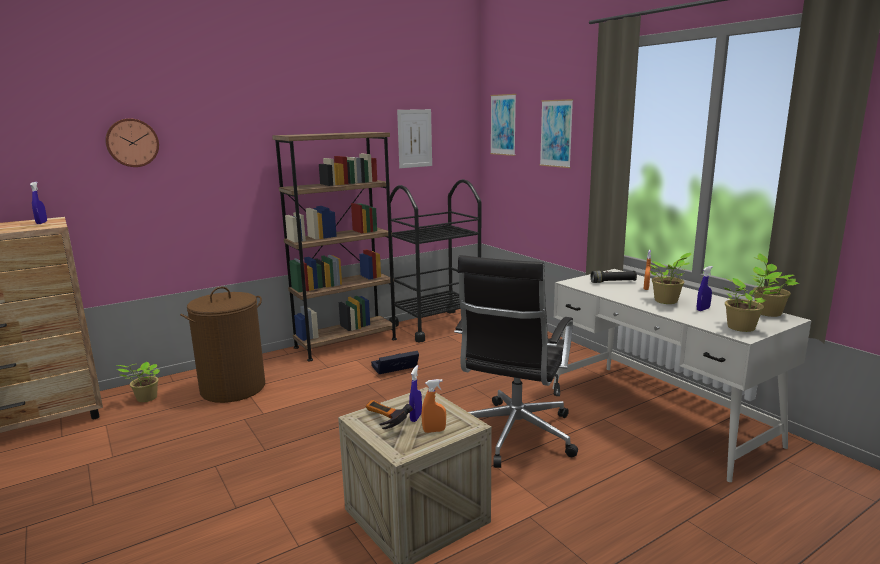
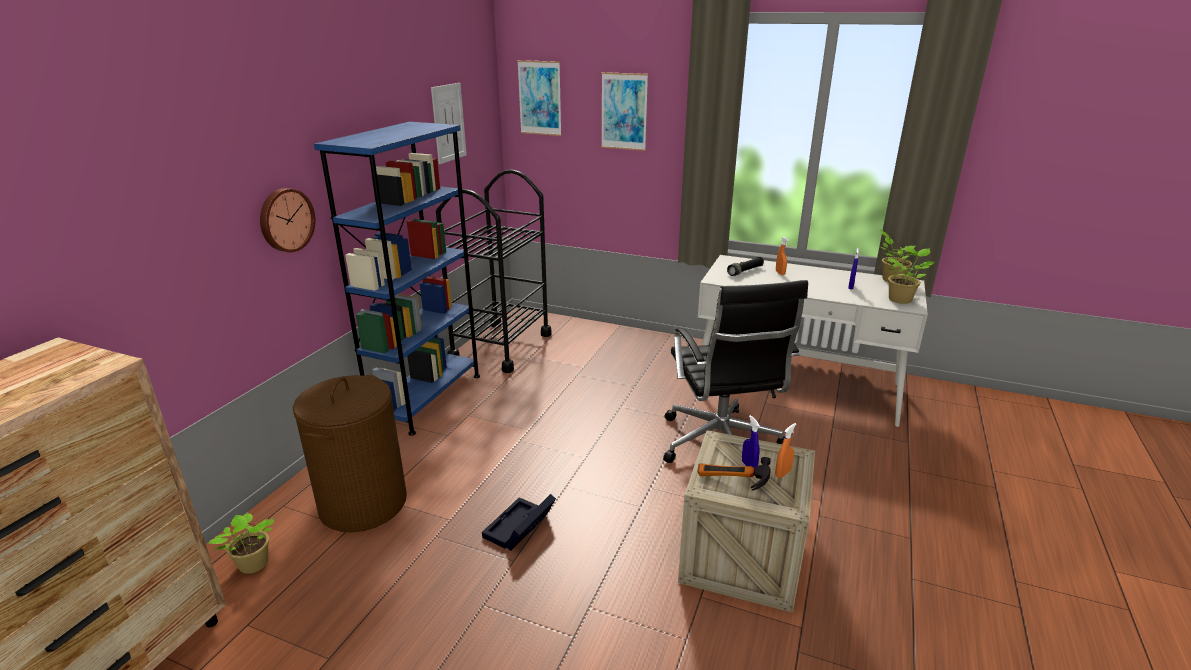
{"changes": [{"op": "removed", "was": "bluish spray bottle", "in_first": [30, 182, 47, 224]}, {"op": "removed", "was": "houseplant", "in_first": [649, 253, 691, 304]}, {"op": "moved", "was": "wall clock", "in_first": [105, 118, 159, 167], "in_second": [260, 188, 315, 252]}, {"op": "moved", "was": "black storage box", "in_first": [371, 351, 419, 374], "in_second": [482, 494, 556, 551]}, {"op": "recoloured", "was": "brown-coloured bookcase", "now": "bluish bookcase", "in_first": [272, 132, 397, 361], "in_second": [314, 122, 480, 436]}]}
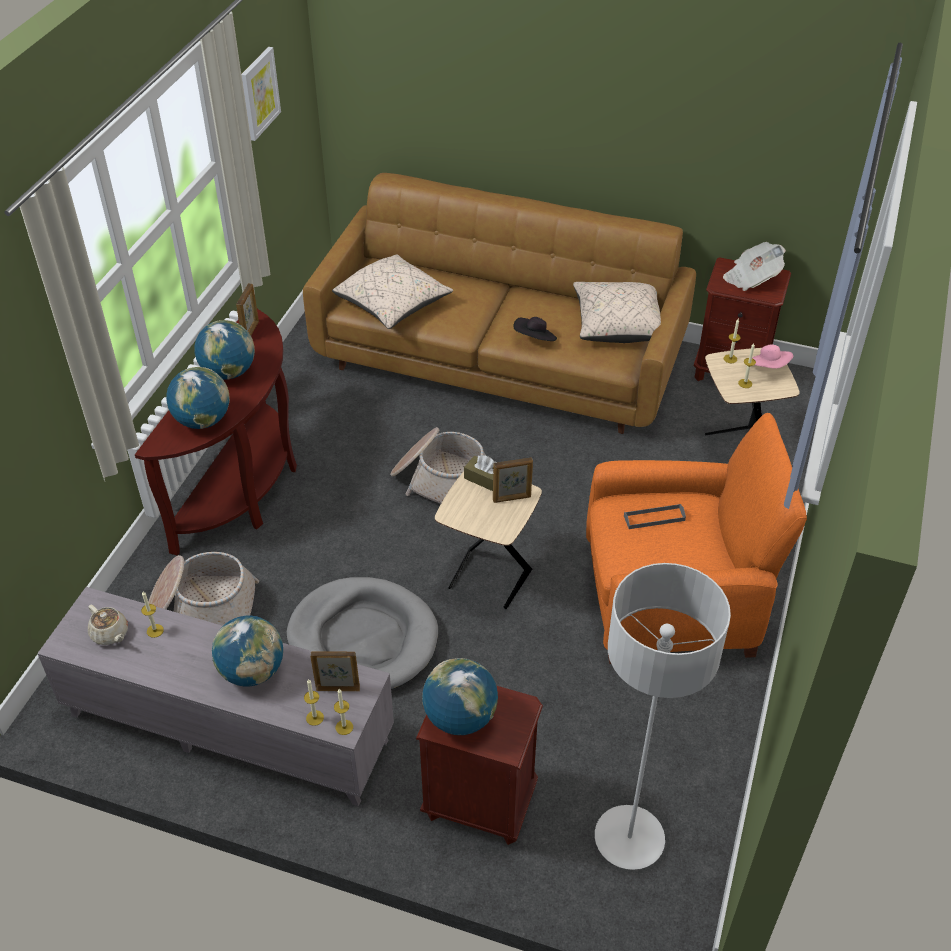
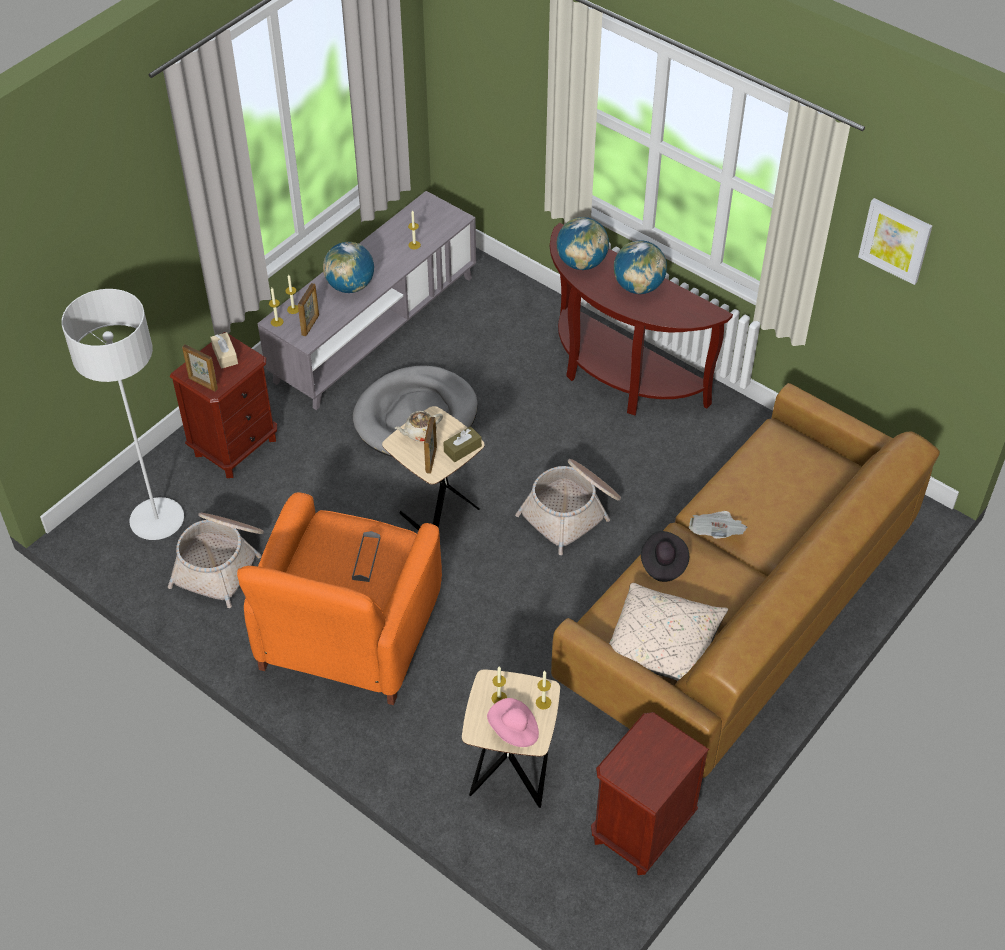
{"changes": [{"op": "removed", "was": "sand-coloured throw pillow", "in_first": [332, 254, 453, 329]}, {"op": "moved", "was": "sand-coloured teapot", "in_first": [88, 605, 128, 645], "in_second": [394, 411, 443, 441]}, {"op": "moved", "was": "household basket", "in_first": [148, 552, 259, 626], "in_second": [168, 513, 264, 608]}, {"op": "moved", "was": "picture frame", "in_first": [236, 283, 259, 335], "in_second": [182, 344, 218, 391]}, {"op": "moved", "was": "newspaper", "in_first": [723, 242, 786, 291], "in_second": [689, 511, 748, 539]}, {"op": "replaced", "was": "world globe", "now": "sand-coloured tissue box", "in_first": [422, 658, 498, 735], "in_second": [210, 332, 238, 369]}]}
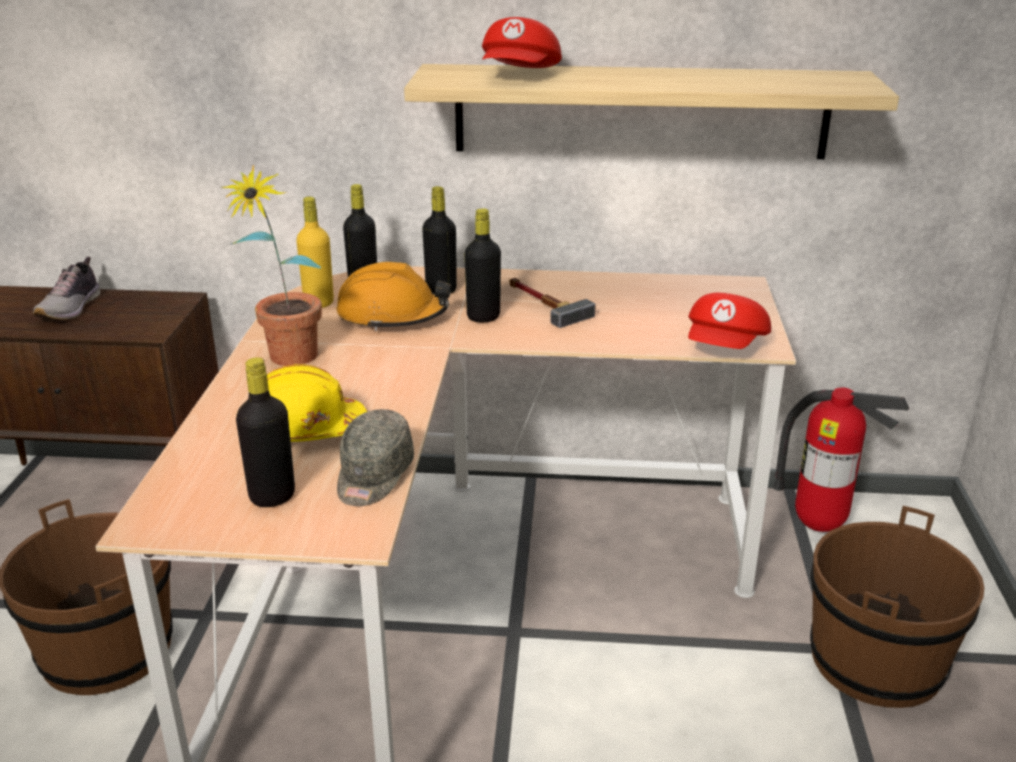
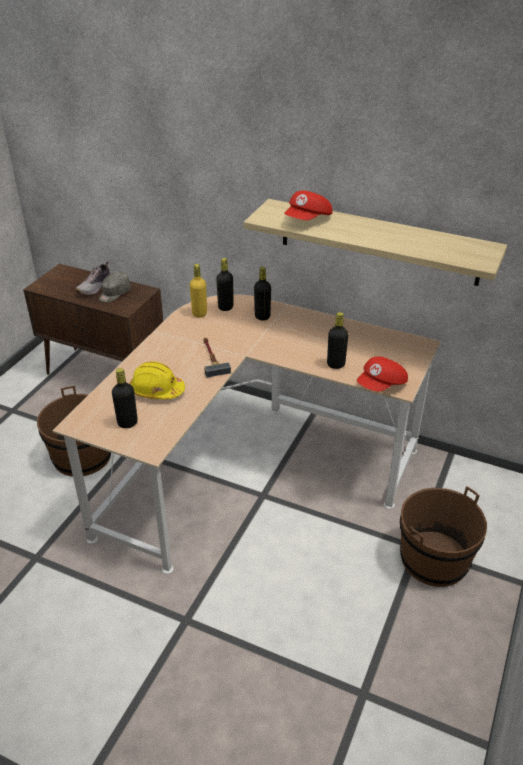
{"changes": [{"op": "removed", "was": "houseplant", "in_first": [221, 165, 322, 366]}, {"op": "removed", "was": "orangey work helmet", "in_first": [336, 262, 452, 331]}, {"op": "removed", "was": "fire extinguisher", "in_first": [773, 388, 909, 532]}, {"op": "moved", "was": "gray peaked cap", "in_first": [337, 409, 414, 506], "in_second": [99, 271, 131, 302]}, {"op": "moved", "was": "black drink bottle", "in_first": [465, 208, 501, 323], "in_second": [327, 312, 348, 369]}, {"op": "moved", "was": "hammer", "in_first": [509, 278, 596, 328], "in_second": [203, 338, 231, 377]}]}
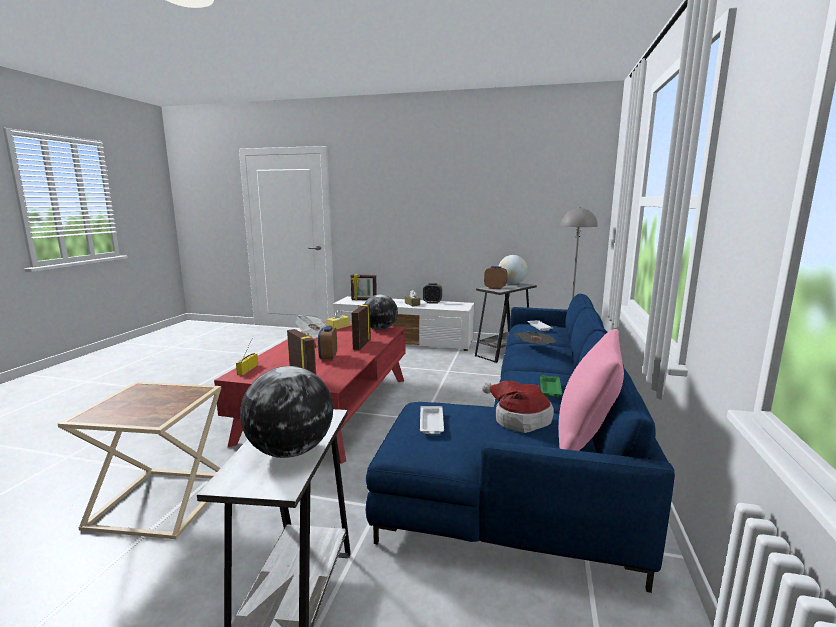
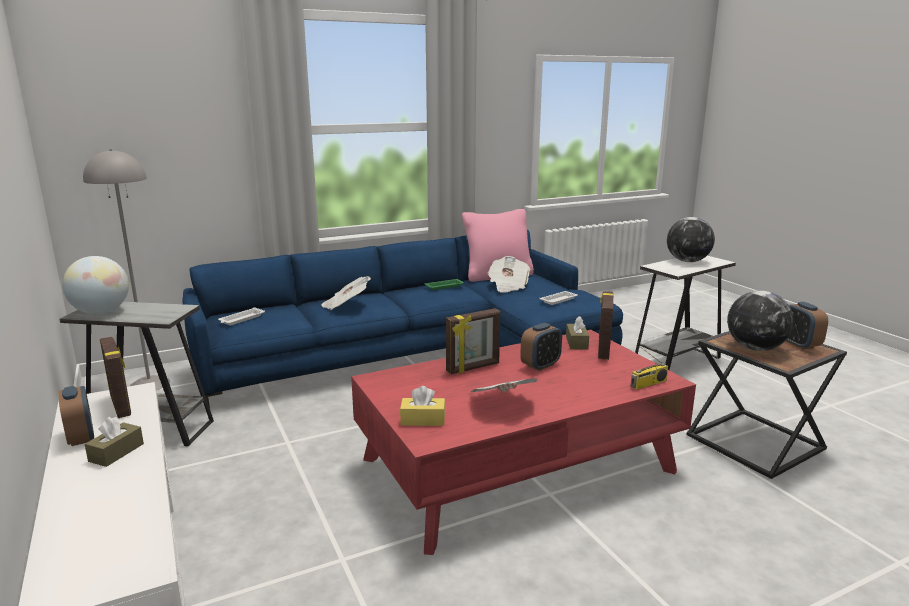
{"changes": [{"op": "added", "now": "brown-coloured tissue box", "in_second": [566, 316, 589, 350]}, {"op": "moved", "was": "picture frame", "in_first": [351, 275, 377, 300], "in_second": [100, 337, 131, 418]}, {"op": "moved", "was": "world globe", "in_first": [365, 294, 398, 330], "in_second": [727, 291, 794, 351]}, {"op": "moved", "was": "alarm clock", "in_first": [484, 266, 507, 289], "in_second": [785, 302, 828, 350]}, {"op": "replaced", "was": "wearable hat", "now": "newspaper", "in_first": [482, 380, 554, 433], "in_second": [488, 256, 530, 293]}, {"op": "recoloured", "was": "sand-coloured side table", "now": "black side table", "in_first": [58, 382, 221, 539], "in_second": [686, 331, 847, 479]}]}
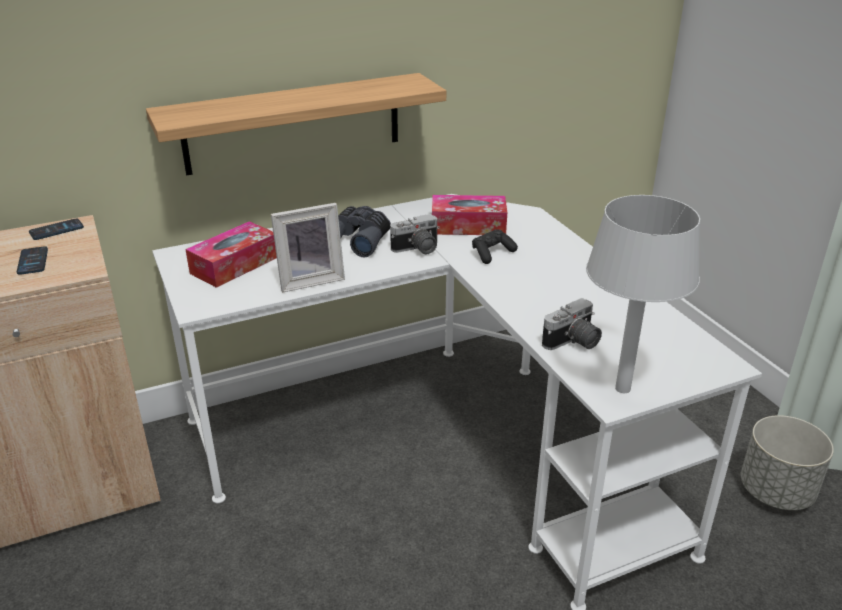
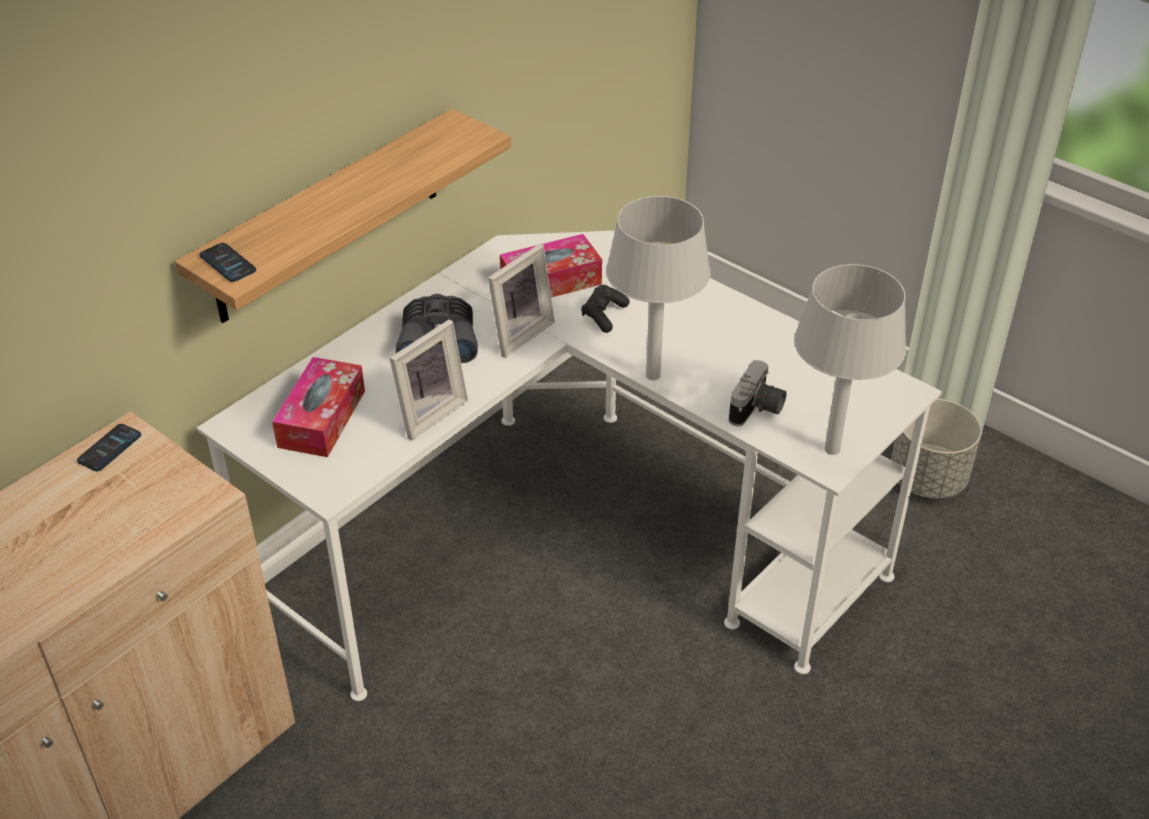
{"changes": [{"op": "added", "now": "gray table lamp", "in_second": [606, 196, 711, 380]}, {"op": "moved", "was": "telephone", "in_first": [17, 246, 48, 275], "in_second": [199, 243, 256, 282]}, {"op": "replaced", "was": "photo camera", "now": "picture frame", "in_first": [390, 214, 440, 254], "in_second": [488, 243, 555, 358]}]}
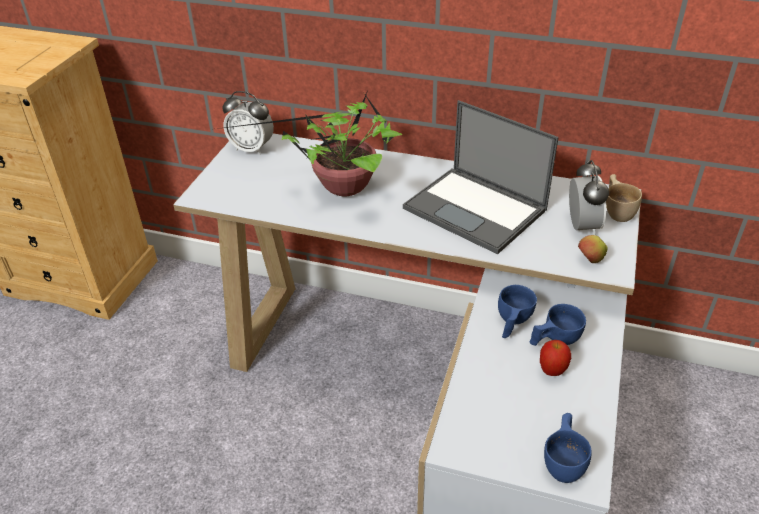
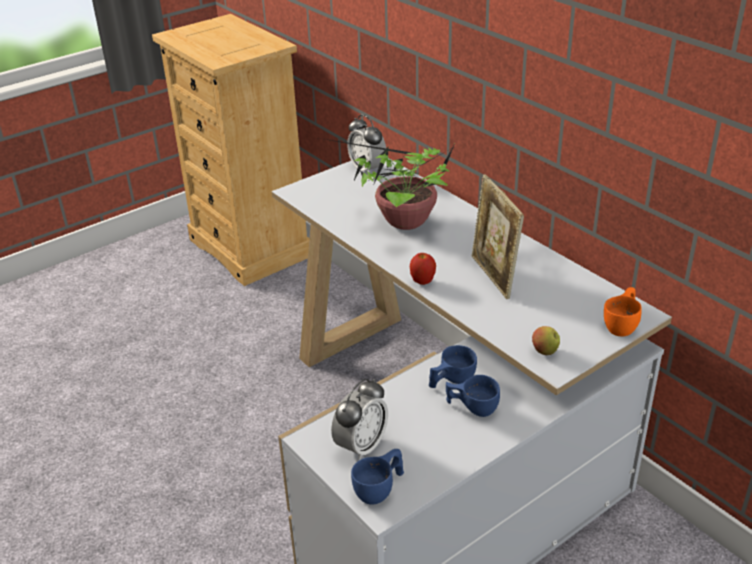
{"changes": [{"op": "moved", "was": "apple", "in_first": [540, 340, 571, 376], "in_second": [410, 253, 436, 285]}, {"op": "moved", "was": "alarm clock", "in_first": [569, 160, 609, 235], "in_second": [331, 379, 388, 461]}, {"op": "replaced", "was": "portable computer", "now": "picture frame", "in_first": [403, 100, 559, 254], "in_second": [471, 174, 524, 299]}, {"op": "recoloured", "was": "sand-coloured drinking cup", "now": "orangey drinking cup", "in_first": [606, 174, 642, 222], "in_second": [604, 287, 642, 336]}]}
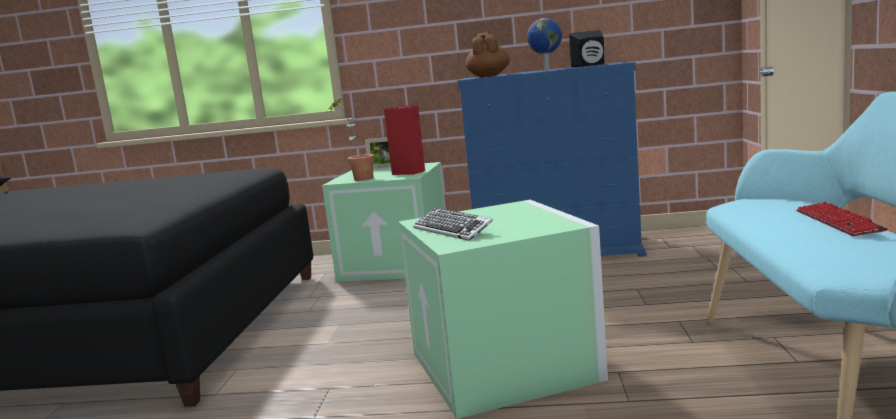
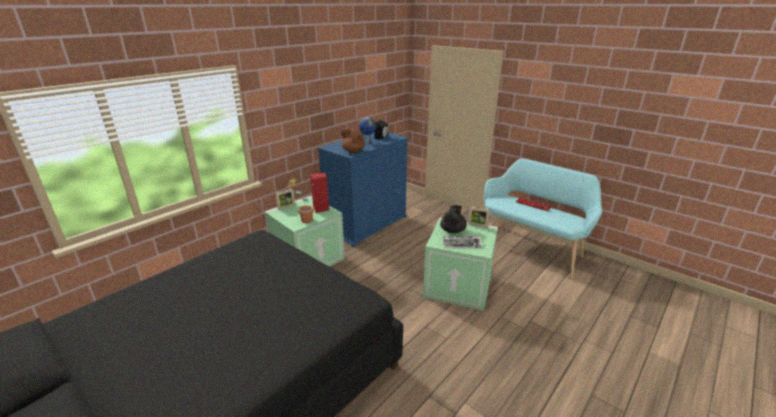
{"changes": [{"op": "added", "now": "black teapot", "in_second": [440, 205, 467, 233]}, {"op": "added", "now": "picture frame", "in_second": [468, 207, 490, 228]}]}
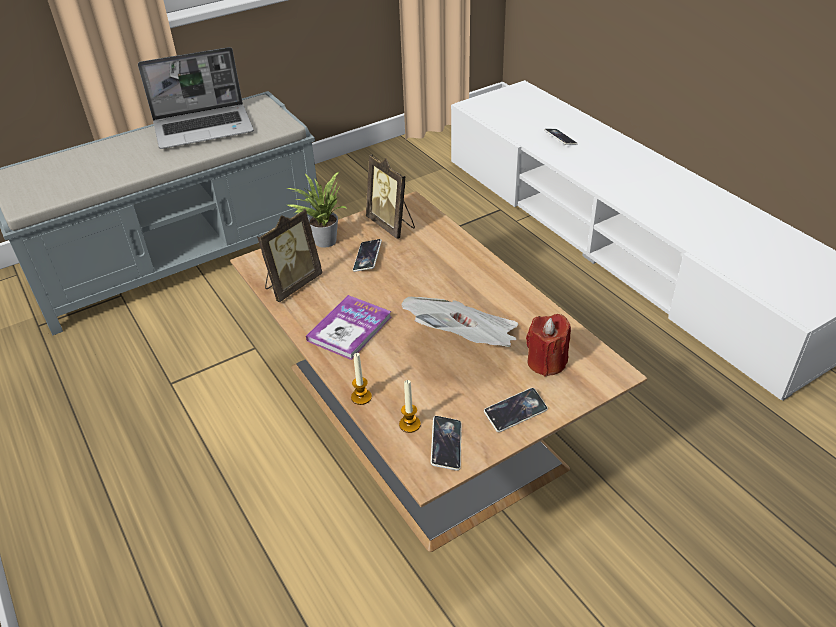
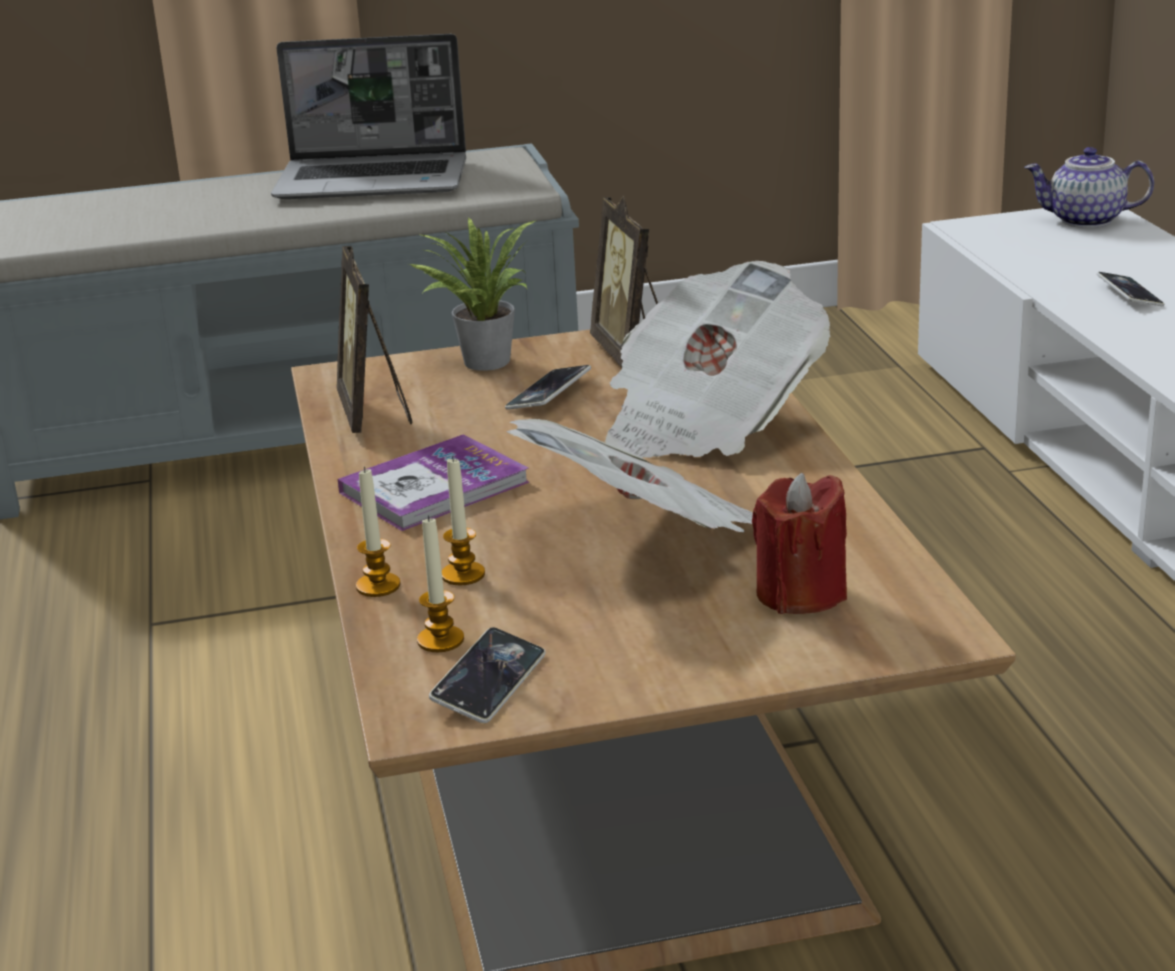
{"changes": [{"op": "removed", "was": "telephone", "in_first": [484, 388, 548, 432]}, {"op": "added", "now": "wax candle", "in_second": [442, 456, 485, 586]}, {"op": "added", "now": "newspaper", "in_second": [605, 261, 830, 458]}, {"op": "added", "now": "teapot", "in_second": [1024, 147, 1154, 228]}, {"op": "turned", "was": "picture frame", "in_first": [257, 209, 322, 302], "in_second": [336, 246, 412, 433], "clockwise": 105}]}
